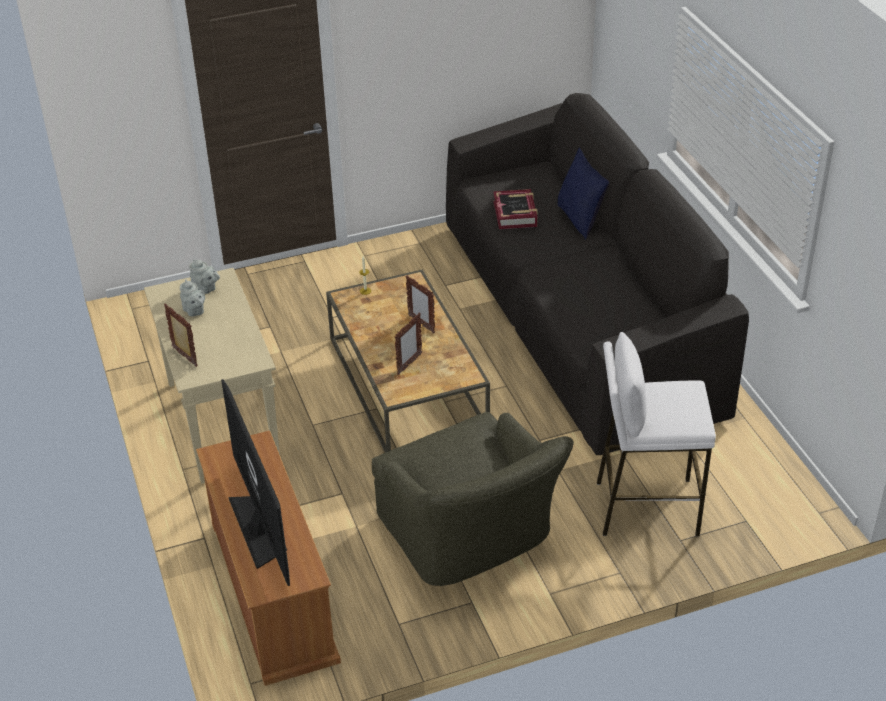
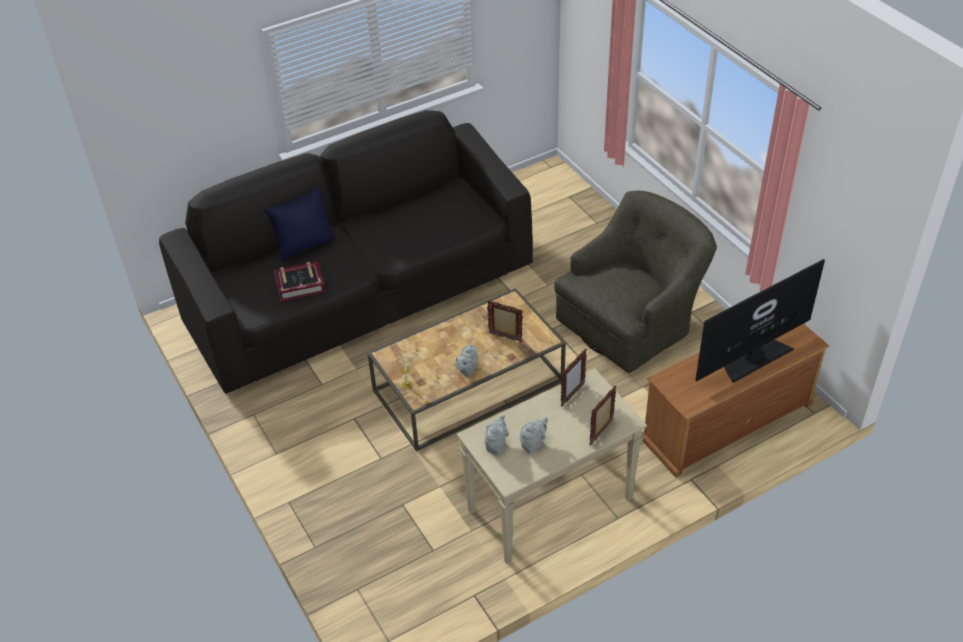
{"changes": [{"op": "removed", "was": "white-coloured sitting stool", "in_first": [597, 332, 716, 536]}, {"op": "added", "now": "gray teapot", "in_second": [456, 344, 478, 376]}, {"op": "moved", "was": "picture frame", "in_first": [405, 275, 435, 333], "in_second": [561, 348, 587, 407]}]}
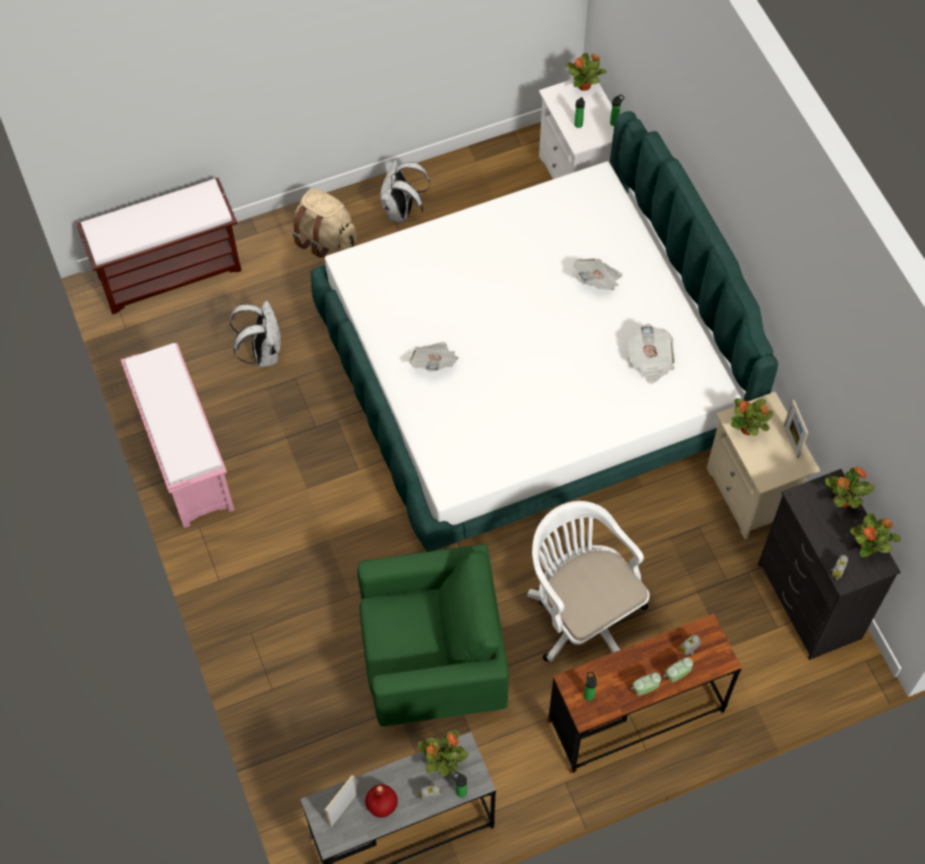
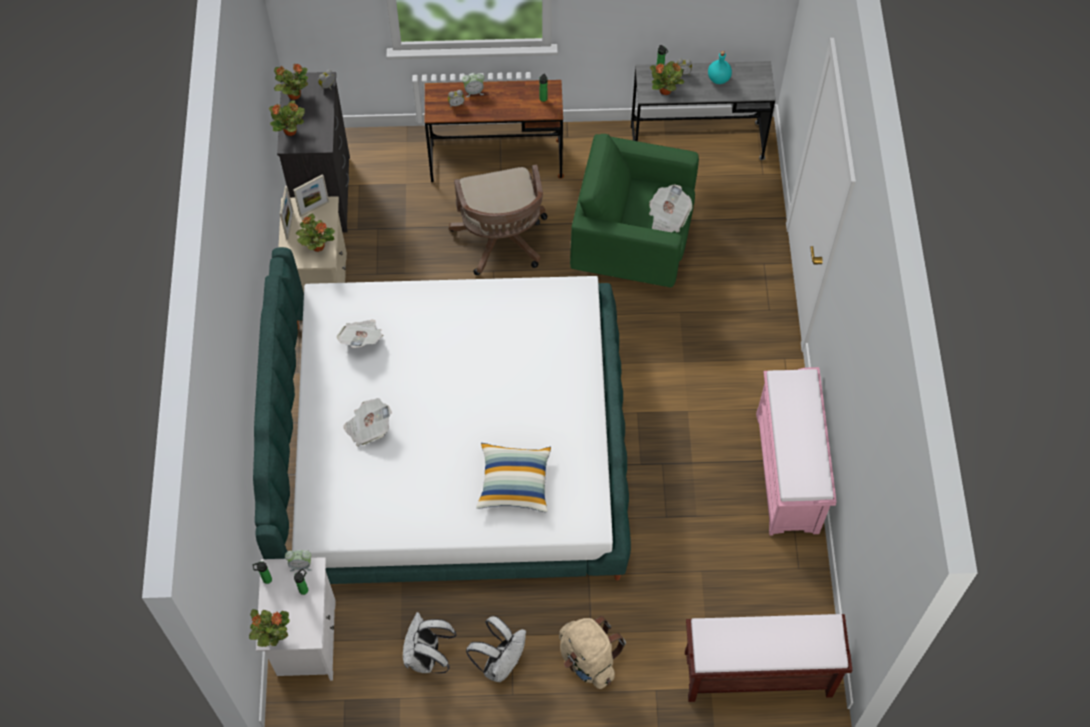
{"changes": [{"op": "added", "now": "throw pillow", "in_second": [476, 443, 551, 512]}, {"op": "moved", "was": "white-coloured rucksack", "in_first": [230, 301, 281, 367], "in_second": [403, 612, 457, 673]}, {"op": "moved", "was": "picture frame", "in_first": [325, 775, 358, 828], "in_second": [293, 174, 329, 217]}, {"op": "moved", "was": "newspaper", "in_first": [409, 342, 458, 372], "in_second": [649, 184, 692, 232]}, {"op": "moved", "was": "alarm clock", "in_first": [631, 673, 661, 696], "in_second": [285, 550, 312, 571]}, {"op": "recoloured", "was": "red-coloured drink bottle", "now": "turquoise-coloured drink bottle", "in_first": [365, 784, 398, 818], "in_second": [708, 51, 732, 84]}, {"op": "recoloured", "was": "white-coloured desk chair", "now": "brown-coloured desk chair", "in_first": [527, 501, 650, 662], "in_second": [449, 164, 548, 275]}]}
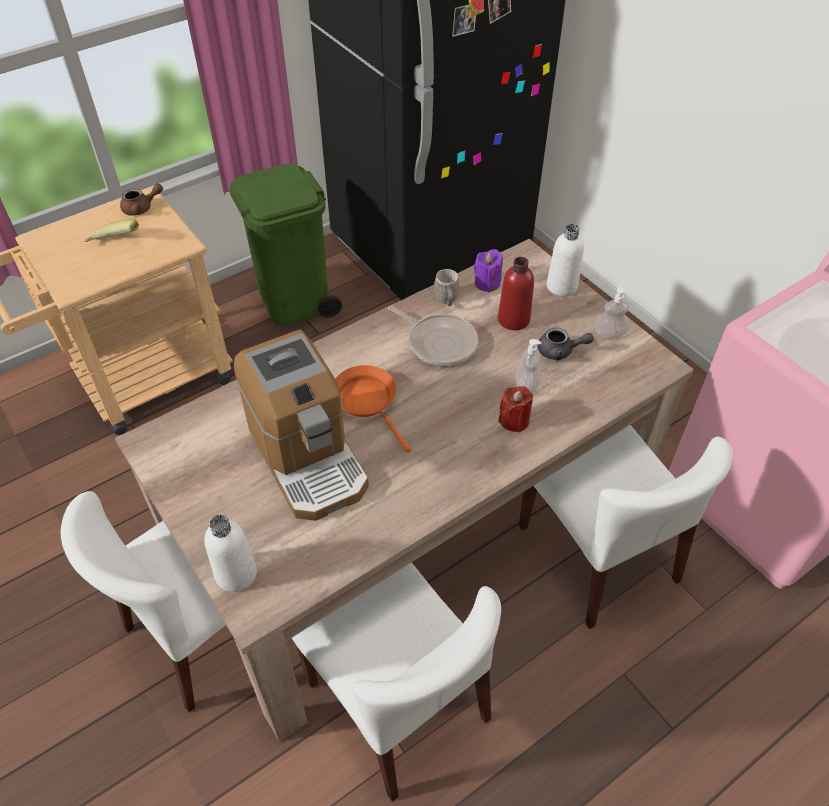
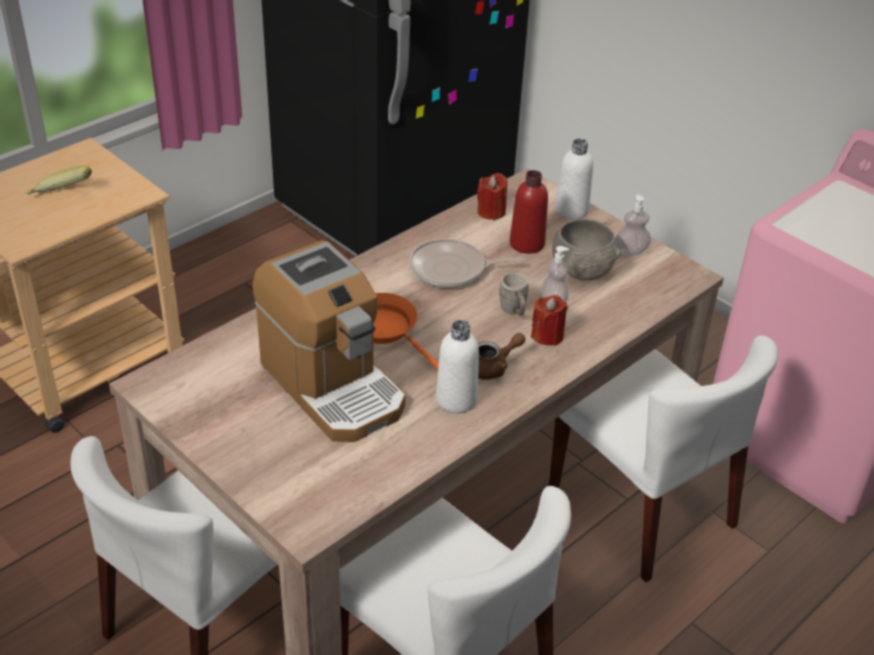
{"changes": [{"op": "removed", "was": "greenish waste bin", "in_first": [229, 163, 342, 327]}, {"op": "moved", "was": "brown-coloured teapot", "in_first": [120, 183, 163, 216], "in_second": [478, 333, 526, 380]}, {"op": "moved", "was": "white-coloured drink bottle", "in_first": [205, 515, 257, 592], "in_second": [436, 320, 479, 413]}, {"op": "moved", "was": "gray coffee mug", "in_first": [434, 269, 459, 306], "in_second": [499, 273, 528, 315]}, {"op": "replaced", "was": "gray teapot", "now": "gray bowl", "in_first": [538, 327, 594, 360], "in_second": [552, 219, 621, 280]}, {"op": "recoloured", "was": "purple wax candle", "now": "red-coloured wax candle", "in_first": [474, 249, 503, 292], "in_second": [477, 173, 507, 220]}, {"op": "turned", "was": "pan", "in_first": [388, 306, 478, 366], "in_second": [409, 239, 524, 288], "clockwise": 150}]}
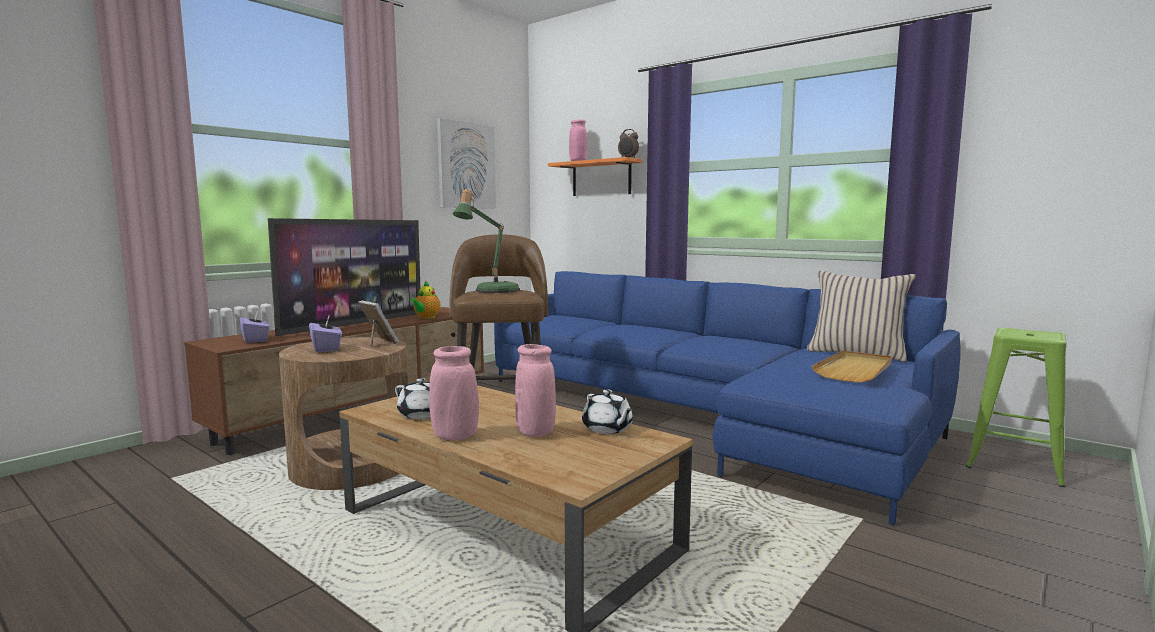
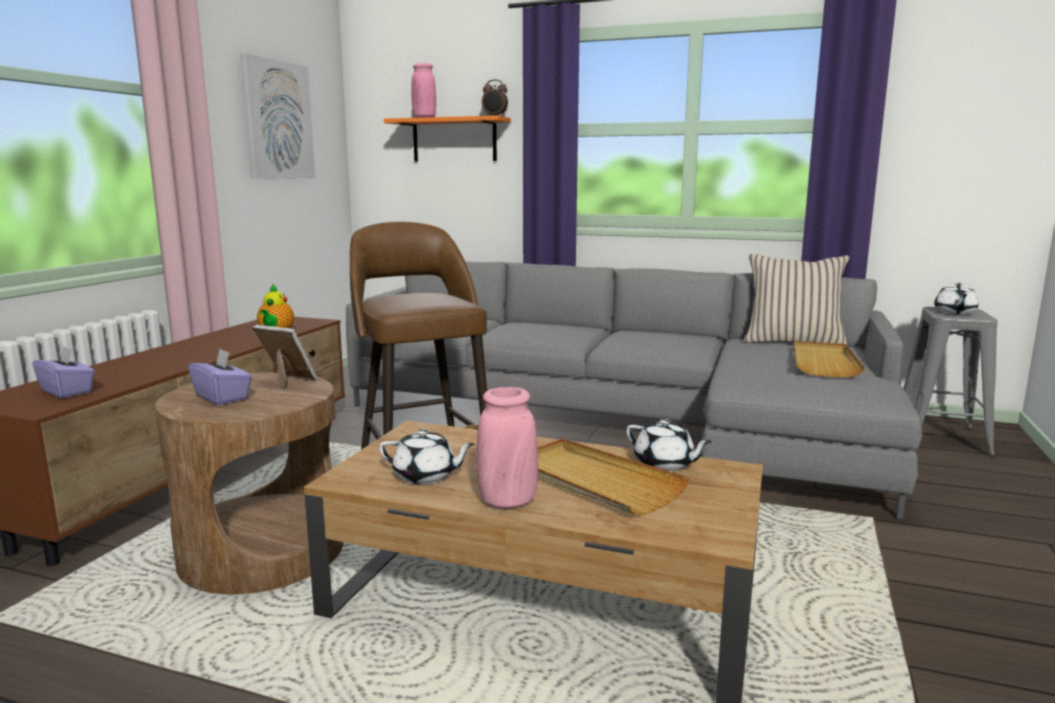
{"changes": [{"op": "removed", "was": "TV set", "in_first": [268, 218, 420, 336]}, {"op": "removed", "was": "table lamp", "in_first": [452, 189, 520, 293]}, {"op": "added", "now": "white-coloured teapot", "in_second": [934, 283, 978, 315]}, {"op": "replaced", "was": "pink decorative vase", "now": "sand-coloured tray", "in_first": [515, 344, 556, 437], "in_second": [538, 439, 690, 515]}, {"op": "recoloured", "was": "bluish couch", "now": "gray couch", "in_first": [494, 271, 961, 525], "in_second": [346, 261, 922, 519]}, {"op": "recoloured", "was": "greenish sitting stool", "now": "gray sitting stool", "in_first": [966, 328, 1067, 487], "in_second": [903, 307, 998, 456]}]}
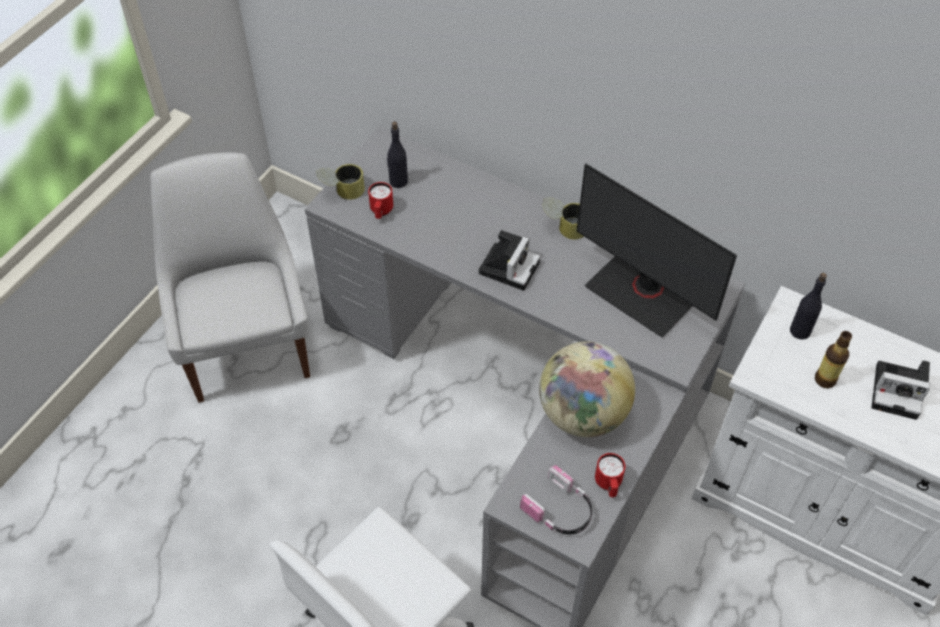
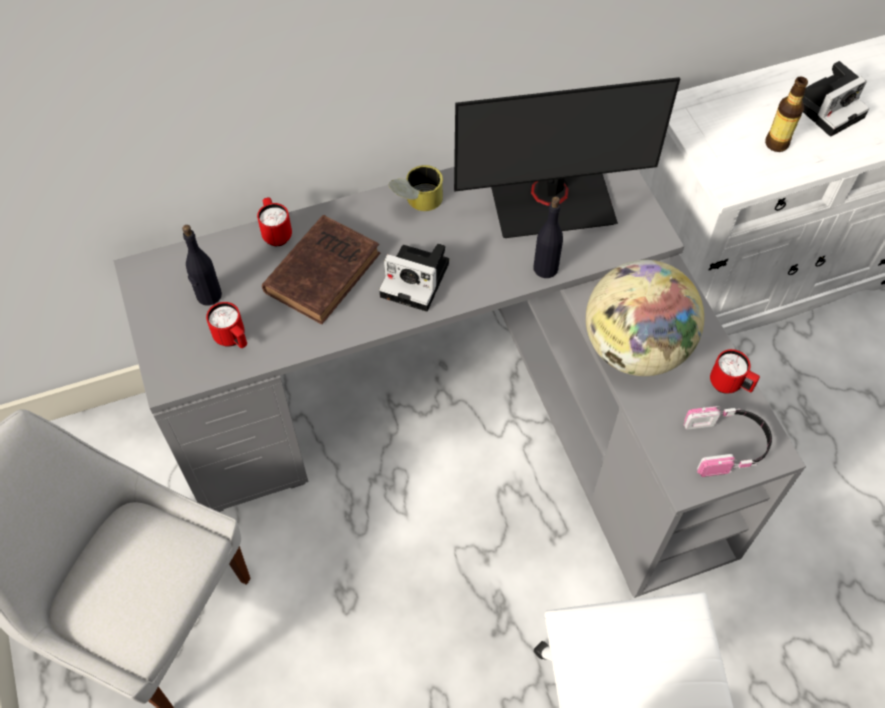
{"changes": [{"op": "removed", "was": "metal can", "in_first": [316, 164, 365, 200]}, {"op": "added", "now": "red-coloured coffee mug", "in_second": [257, 197, 292, 246]}, {"op": "added", "now": "brown-coloured bound book", "in_second": [262, 215, 380, 324]}, {"op": "moved", "was": "black drink bottle", "in_first": [790, 273, 827, 339], "in_second": [534, 196, 563, 278]}, {"op": "turned", "was": "photo camera", "in_first": [479, 230, 540, 291], "in_second": [379, 244, 449, 312], "clockwise": 135}]}
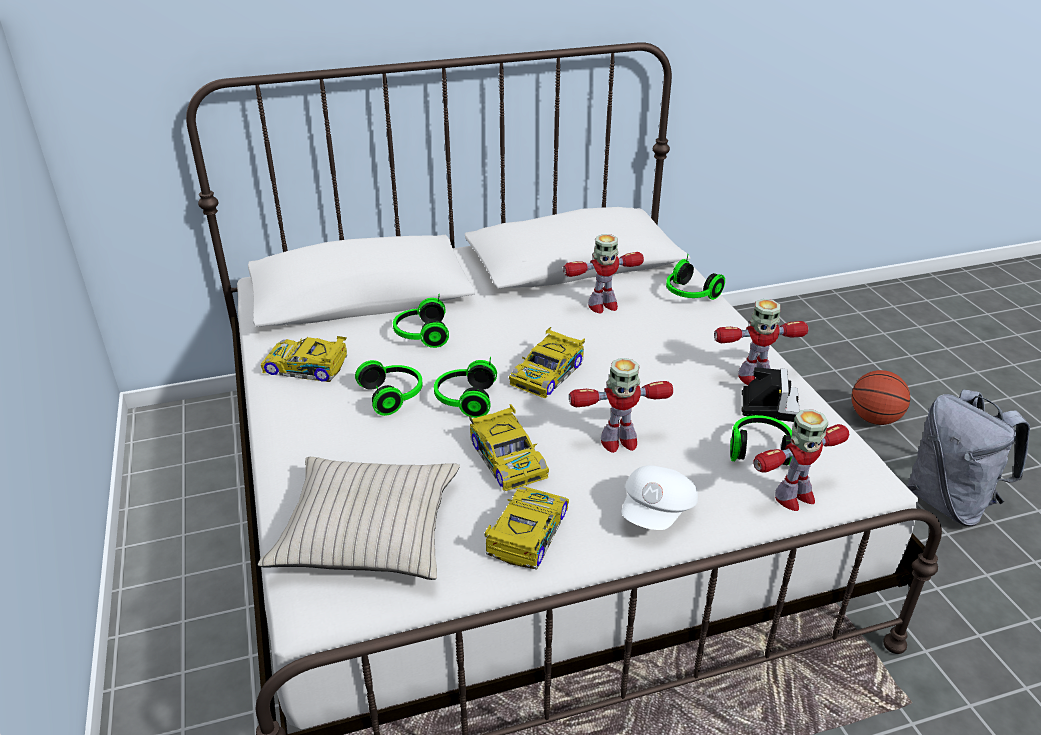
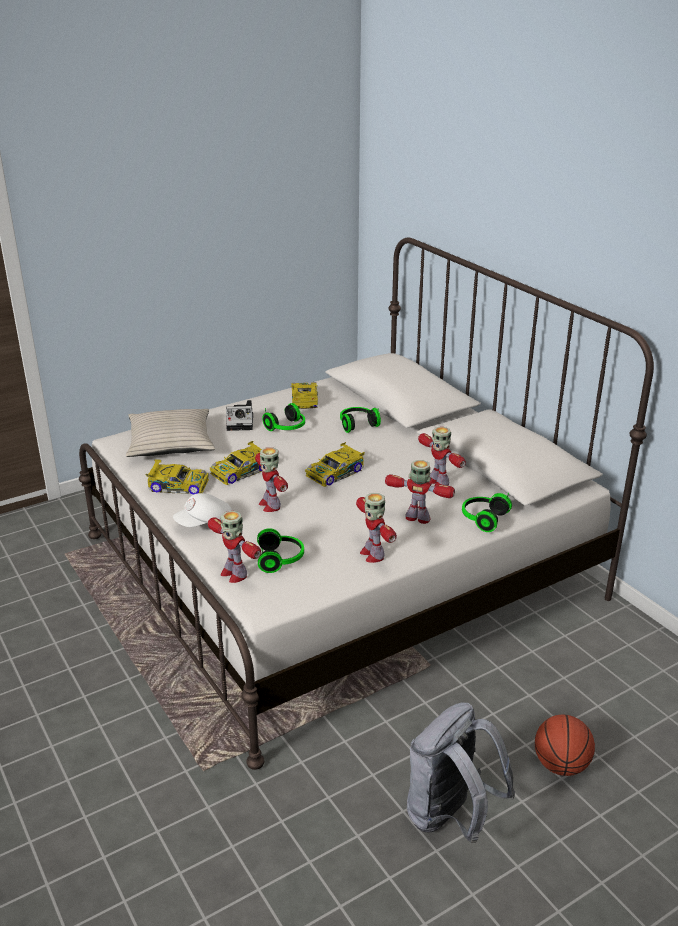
{"changes": [{"op": "removed", "was": "headphones", "in_first": [434, 357, 497, 418]}, {"op": "added", "now": "robot figure", "in_second": [385, 460, 455, 524]}, {"op": "moved", "was": "photo camera", "in_first": [742, 367, 800, 422], "in_second": [226, 400, 253, 431]}, {"op": "turned", "was": "miniature car", "in_first": [509, 327, 585, 398], "in_second": [305, 442, 365, 487], "clockwise": -60}, {"op": "turned", "was": "white-coloured peaked cap", "in_first": [622, 465, 698, 530], "in_second": [173, 493, 232, 527], "clockwise": -45}]}
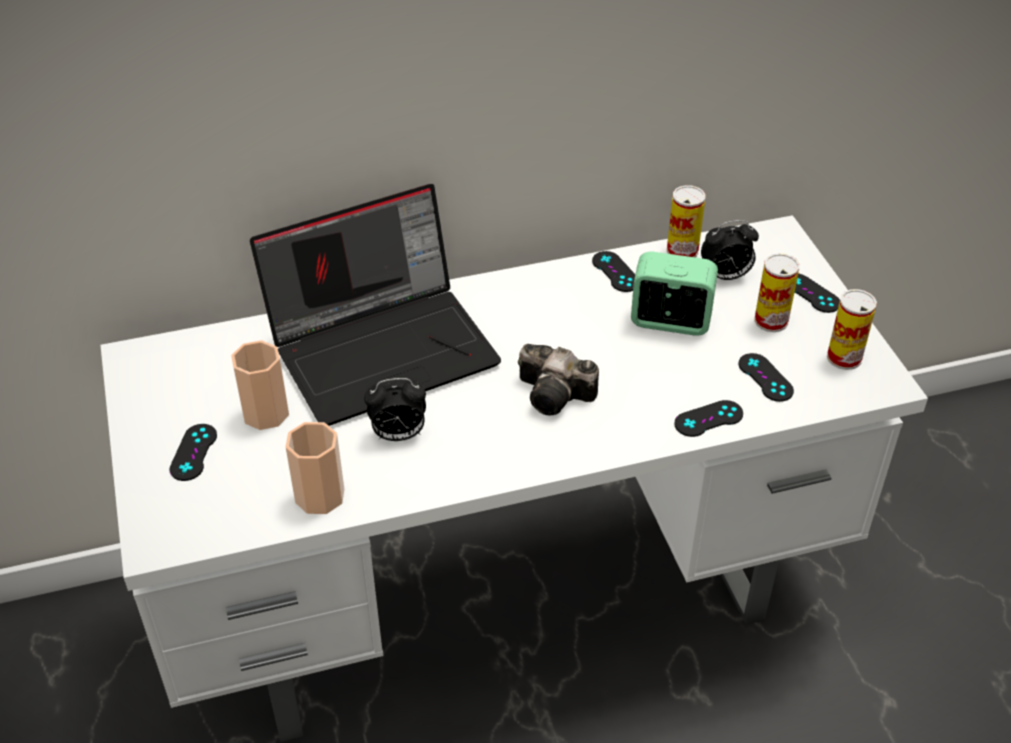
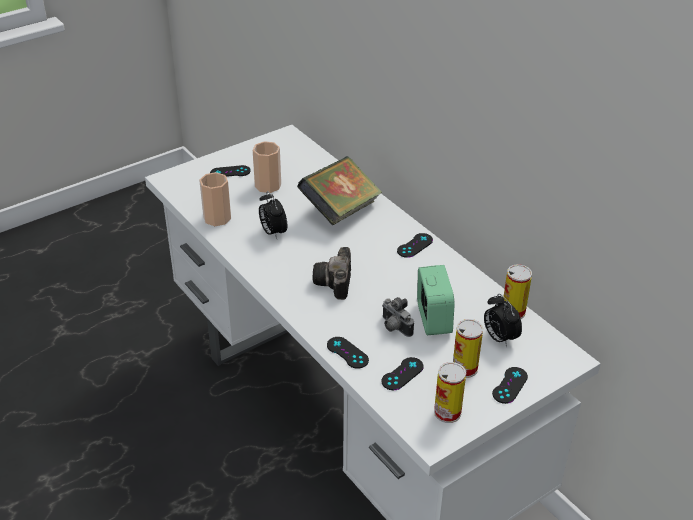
{"changes": [{"op": "added", "now": "photo camera", "in_second": [382, 297, 414, 337]}, {"op": "moved", "was": "black joypad", "in_first": [592, 251, 635, 292], "in_second": [397, 233, 433, 258]}, {"op": "replaced", "was": "portable computer", "now": "bound book", "in_first": [250, 184, 501, 426], "in_second": [297, 156, 382, 226]}]}
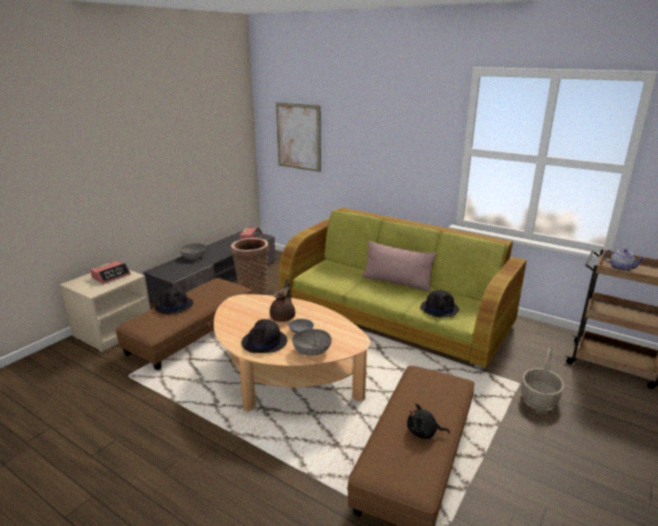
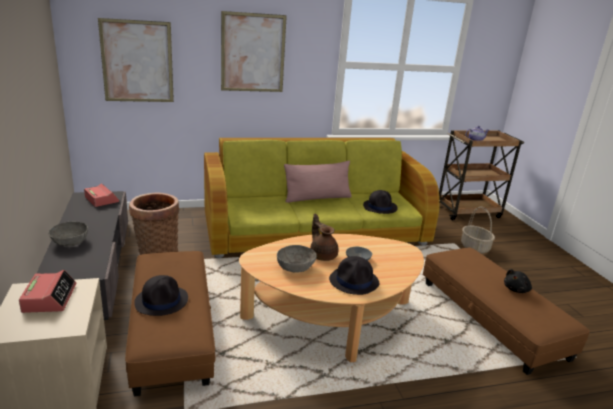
{"changes": [{"op": "added", "now": "wall picture", "in_second": [221, 11, 287, 92]}, {"op": "moved", "was": "gray bowl", "in_first": [292, 329, 332, 356], "in_second": [277, 245, 317, 273]}]}
